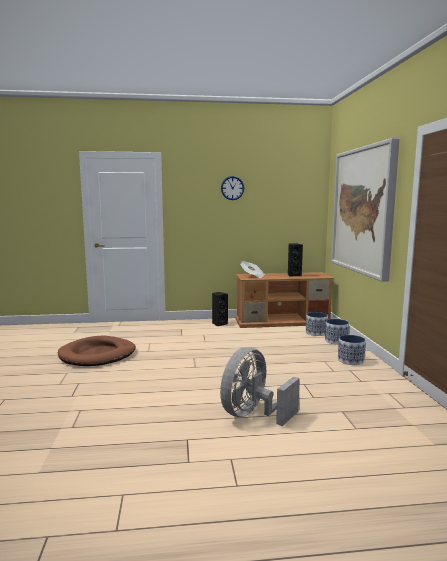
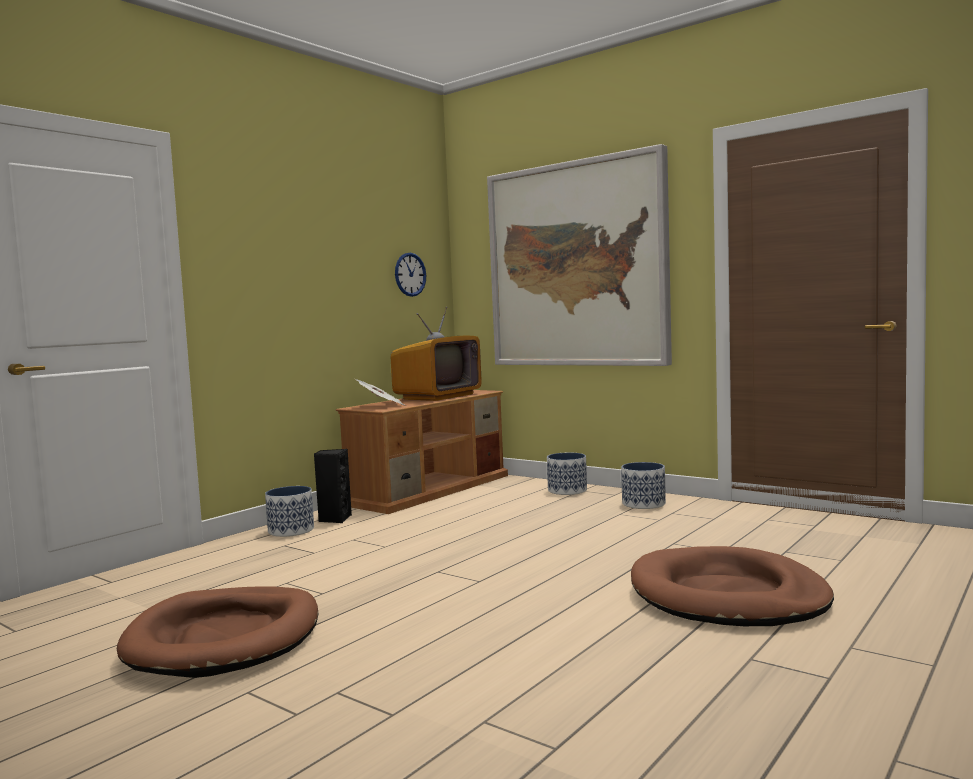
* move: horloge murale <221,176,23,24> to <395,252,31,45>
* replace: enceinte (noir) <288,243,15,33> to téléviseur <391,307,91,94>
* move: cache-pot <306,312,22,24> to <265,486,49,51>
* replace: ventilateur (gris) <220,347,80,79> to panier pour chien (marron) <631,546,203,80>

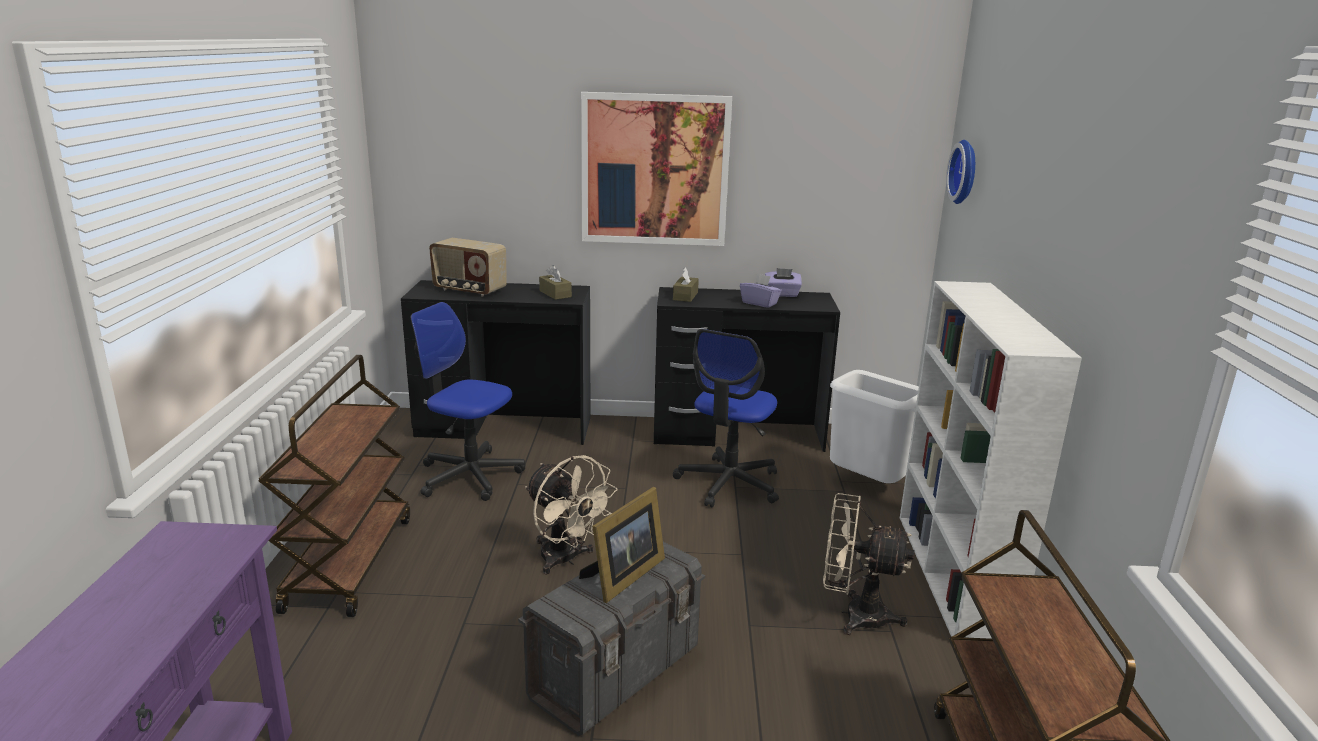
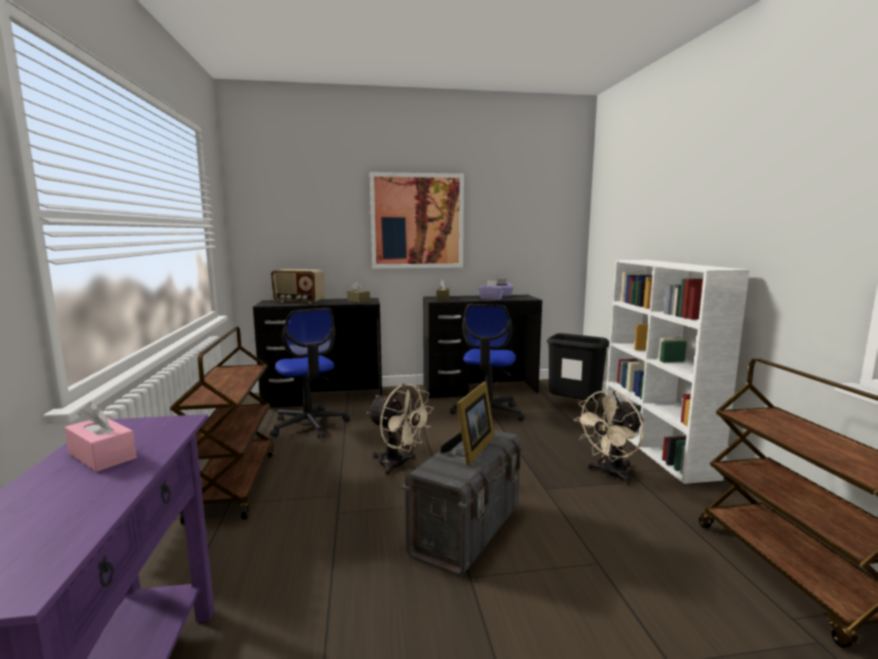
* delete: horloge murale <946,140,29,64>
* rotate: chaise de bureau <411,302,114,199> = <270,308,80,131> 135 degrees counterclockwise
* recolor: poubelle (blanc) <830,370,89,113> to poubelle (noir) <547,333,62,68>
* rotate: ventilateur (beige) <823,493,92,142> = <574,390,70,96> 45 degrees counterclockwise
* insert: boîte à mouchoirs (rose) <65,402,72,70>

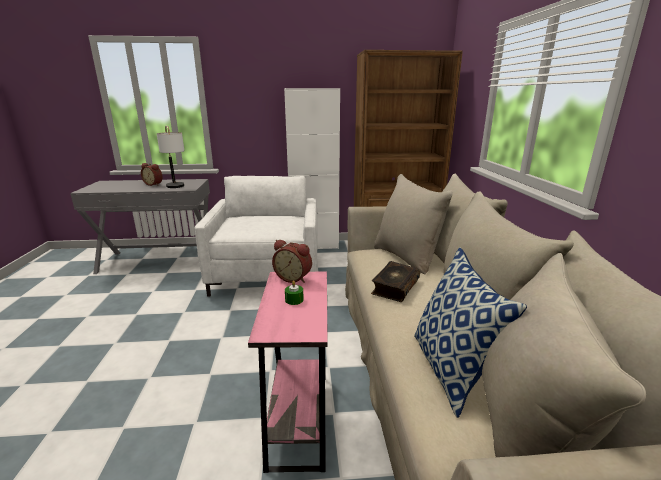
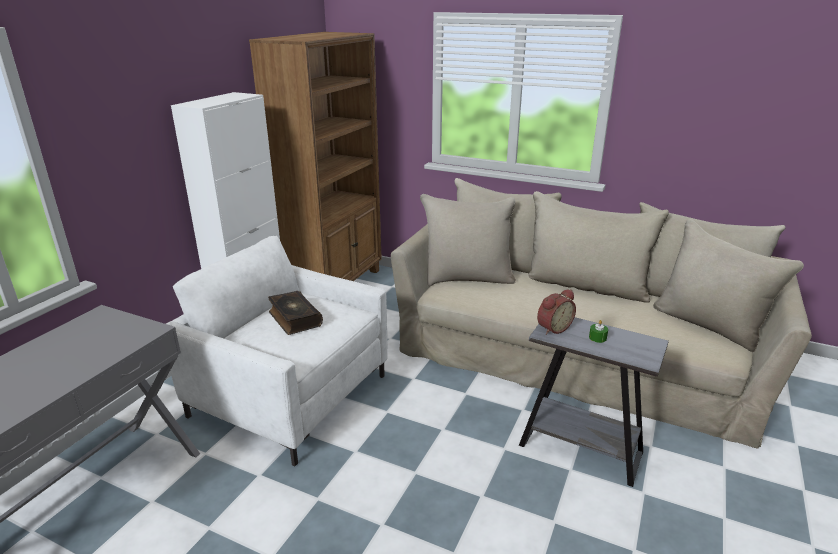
* delete: lampe de table <157,126,27,62>
* delete: réveil <141,163,22,23>
* delete: coussin <414,248,113,170>
* move: livre <371,261,49,41> to <268,291,55,44>
* recolor: table d'appoint (rose) <248,272,80,201> to table d'appoint (gris) <519,317,150,170>

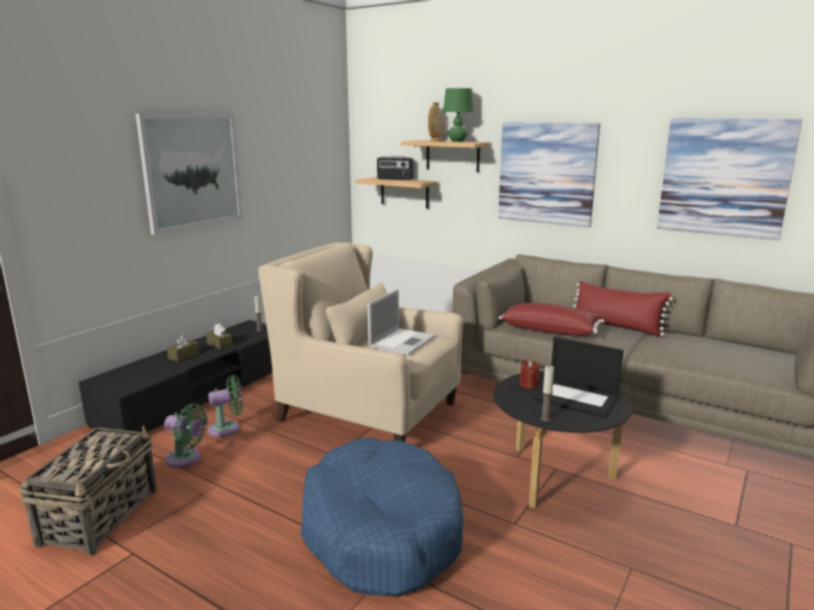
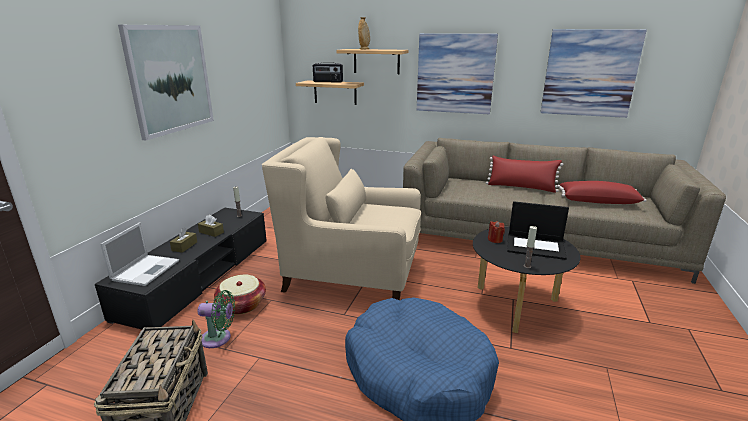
* delete: lampe de table (vert) <443,88,30,54>
* move: ordinateur portable <368,289,67,66> to <100,222,79,64>
* move: coussin (rouge) <499,303,106,33> to <557,181,90,23>
* replace: ventilateur (vert) <208,375,35,62> to panier <214,275,52,39>

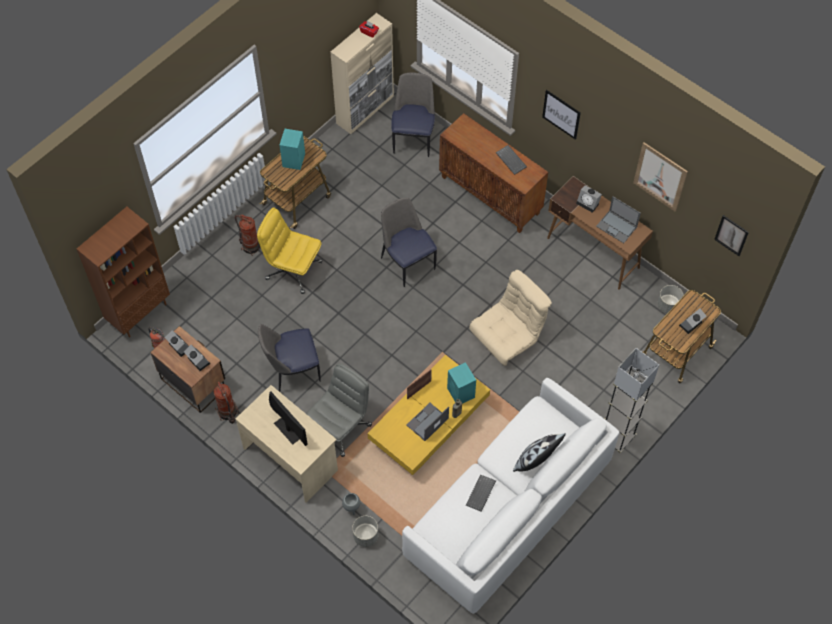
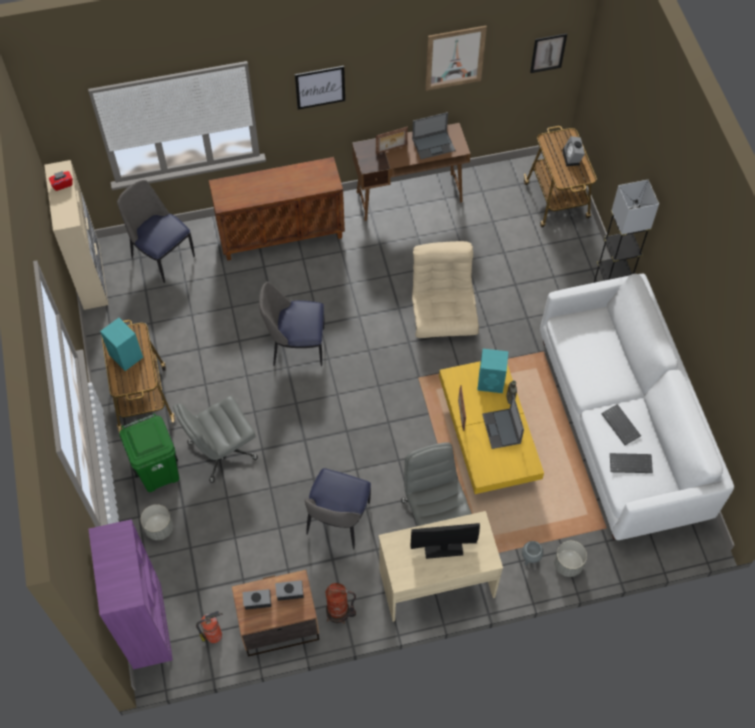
* move: clavier <496,145,31,30> to <610,453,43,20>
* replace: réveil <576,185,26,28> to cadre photo <376,127,32,27>
* recolor: bibliothèque (marron) <77,207,93,130> to bibliothèque (violet) <88,519,85,150>
* recolor: chaise de bureau (jaune) <257,208,66,86> to chaise de bureau (gris) <173,396,85,87>
* replace: extincteur <235,214,25,42> to poubelle (vert) <119,413,60,79>
* move: cache-pot (gris) <657,285,27,29> to <141,504,32,36>
* delete: coussin <513,433,53,39>

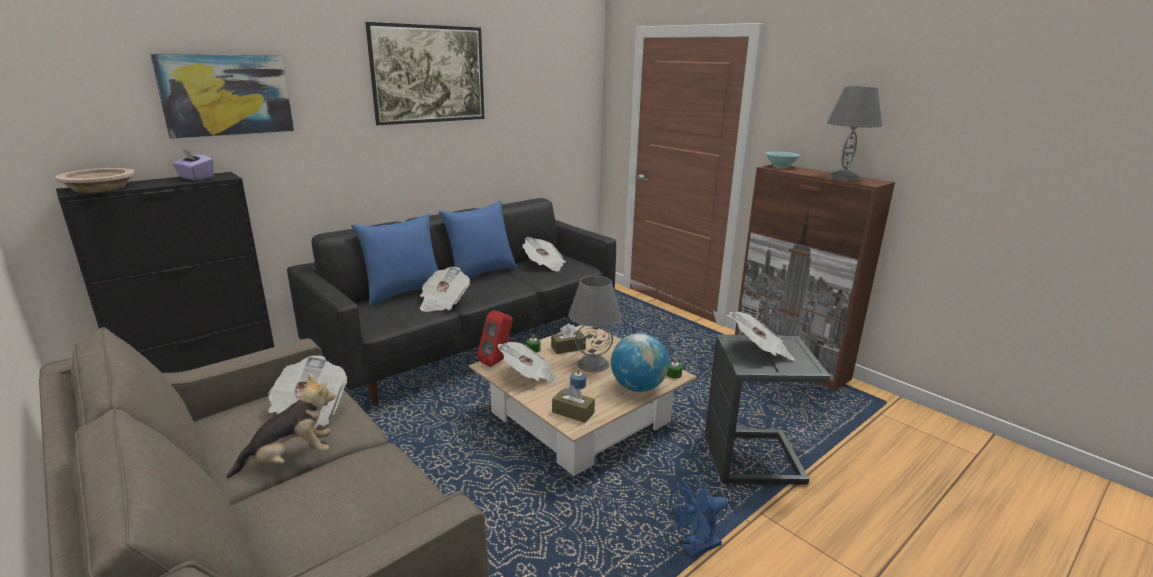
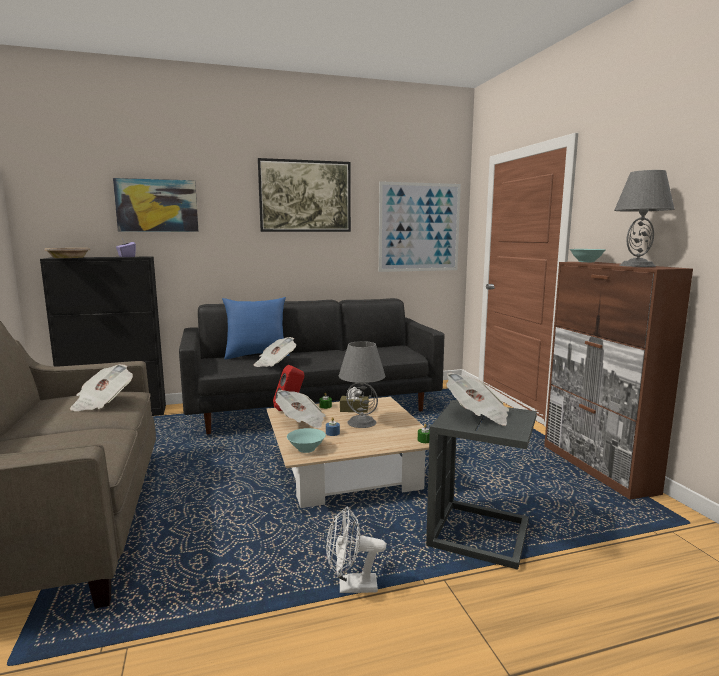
* delete: coussin (bleu) <438,201,79,78>
* delete: journal <522,237,44,35>
* delete: globe <611,333,58,59>
* delete: peluche <227,375,109,104>
* replace: boîte à mouchoirs (marron) <552,385,43,38> to bol (turquoise) <287,428,39,25>
* recolor: ventilateur (bleu) <669,475,59,83> to ventilateur (blanc) <326,507,60,86>
* insert: tableau <379,181,82,91>

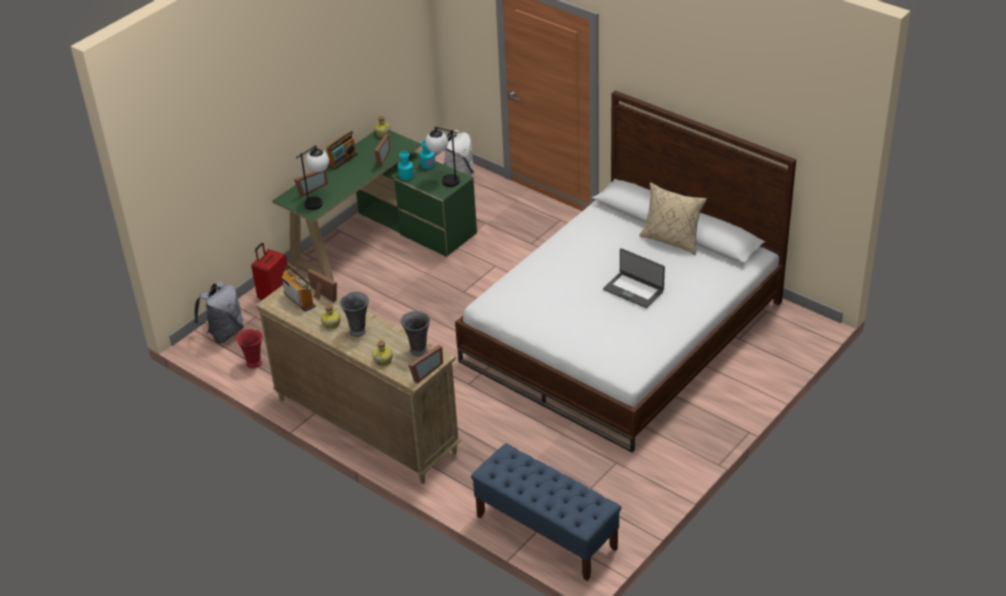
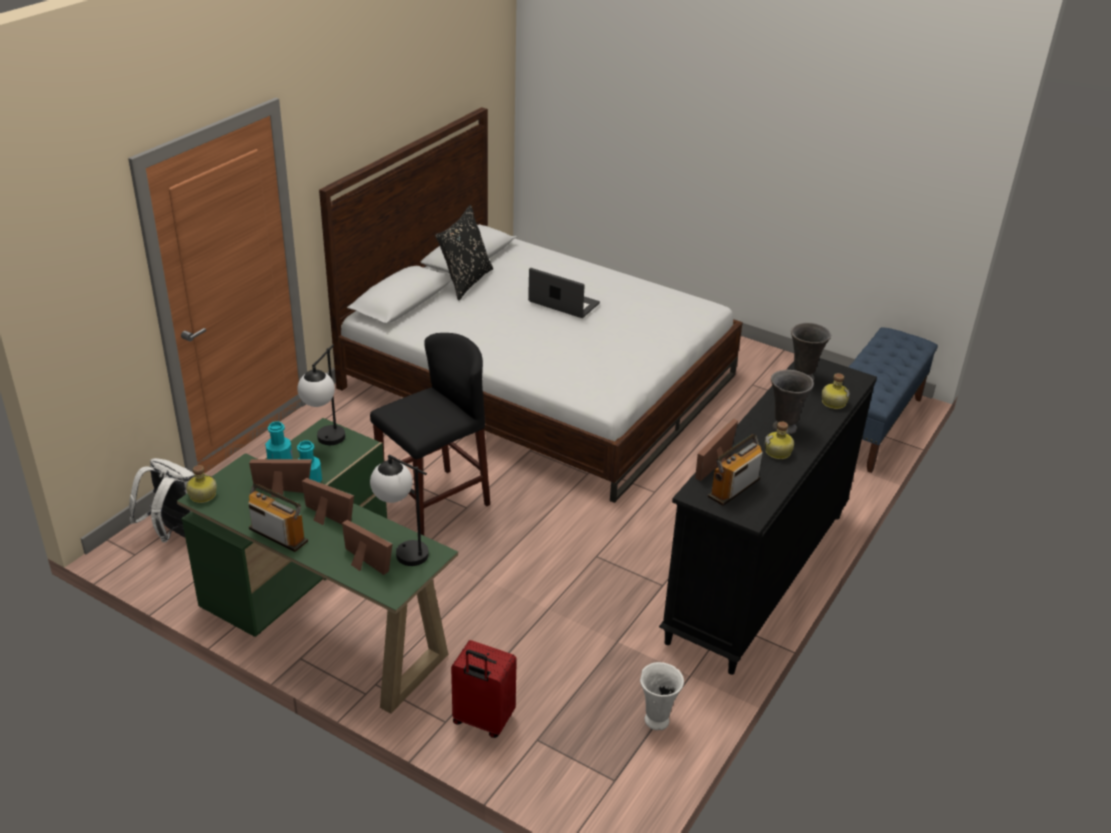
* recolor: coussin (beige) <639,182,68,73> to coussin (noir) <435,205,58,95>
* rotate: ordinateur portable <603,248,62,60> = <528,268,72,50> 90 degrees counterclockwise
* recolor: commode (beige) <256,275,205,209> to commode (noir) <659,358,218,317>
* delete: sac à dos (gris) <194,282,50,61>
* recolor: vase (rouge) <236,329,27,40> to vase (blanc) <640,662,44,68>
* move: cadre photo <408,345,35,39> to <302,478,52,47>
* insert: tabouret (noir) <370,333,120,203>

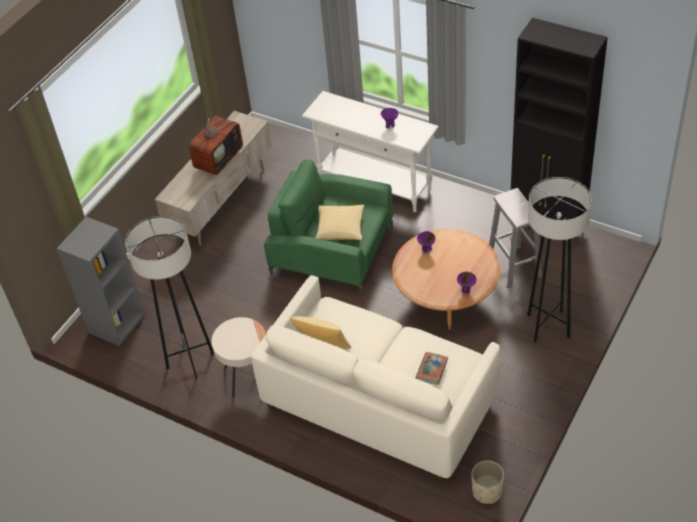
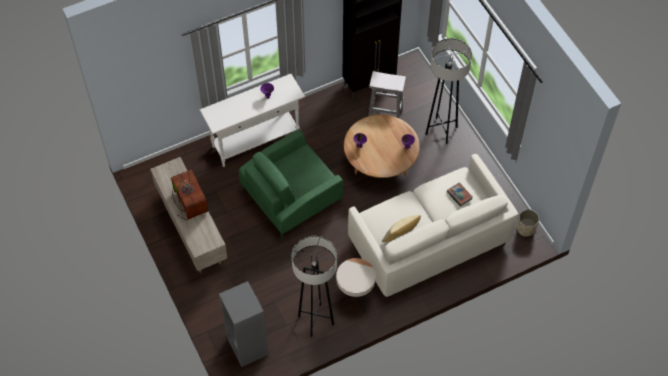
* delete: coussin <315,205,49,35>

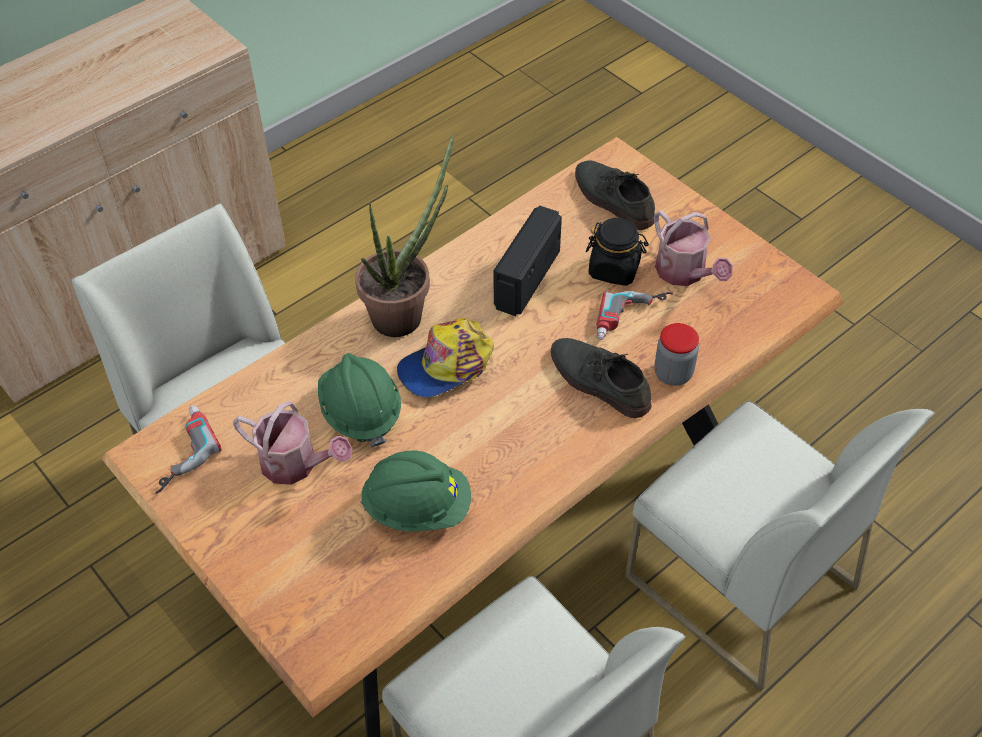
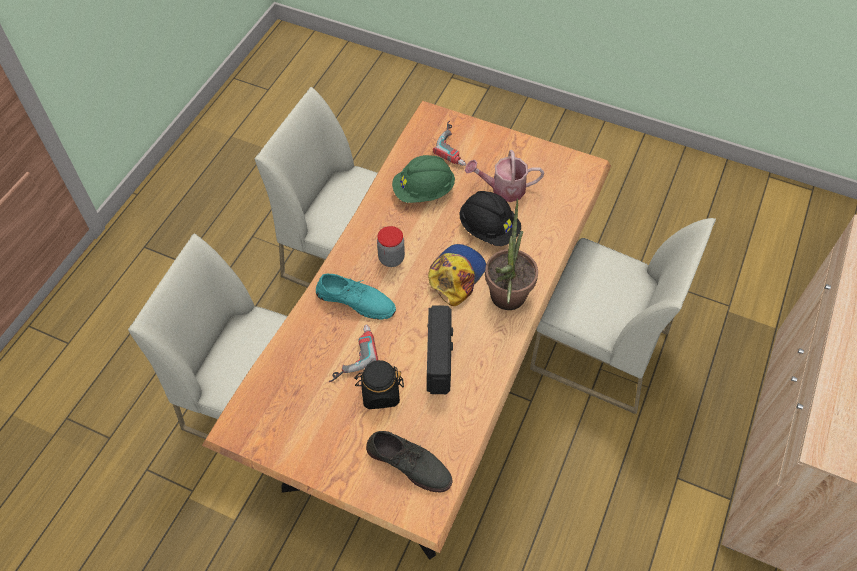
* delete: arrosoir <654,210,79,76>
* move: bocal <654,323,45,63> to <377,226,28,41>
* recolor: chaussure (gris) <551,338,100,80> to chaussure (turquoise) <316,274,80,46>
* recolor: casque de chantier (vert) <318,353,83,94> to casque de chantier (noir) <460,191,61,55>
* move: perceuse <156,405,65,89> to <433,121,33,45>

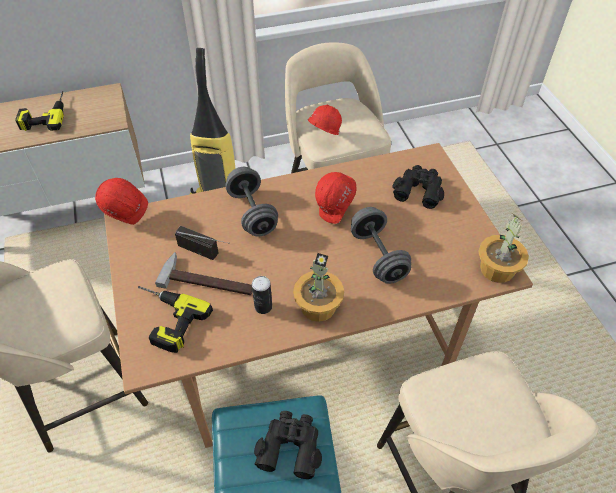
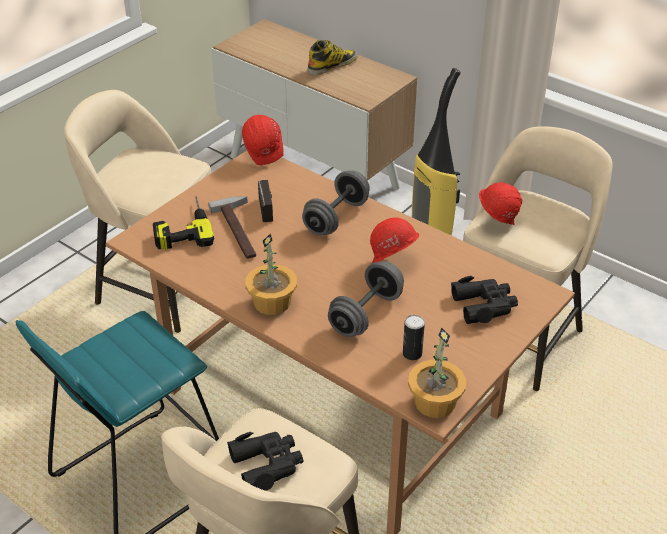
* replace: perceuse <15,91,49,40> to botte <307,40,51,35>
* move: boîte métallique <252,276,20,38> to <403,315,22,45>
* move: jumelles (noir) <254,411,68,68> to <227,432,76,59>

